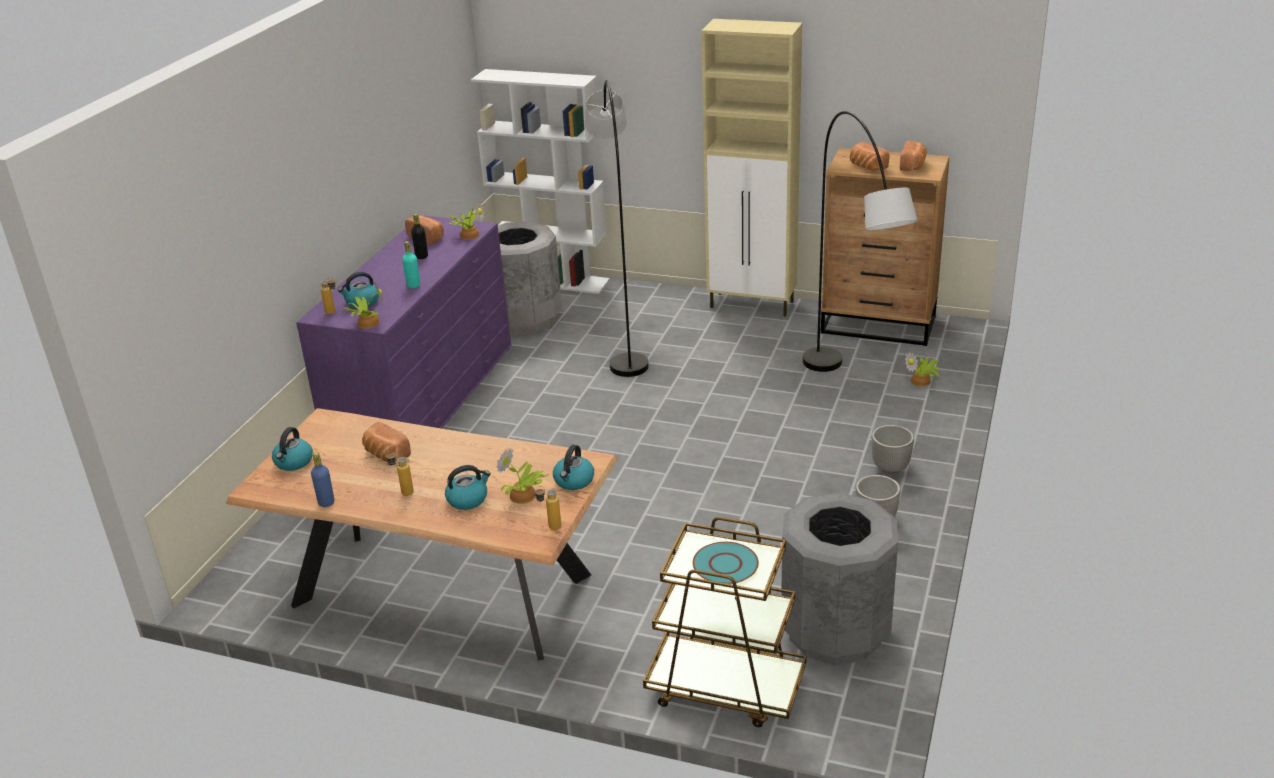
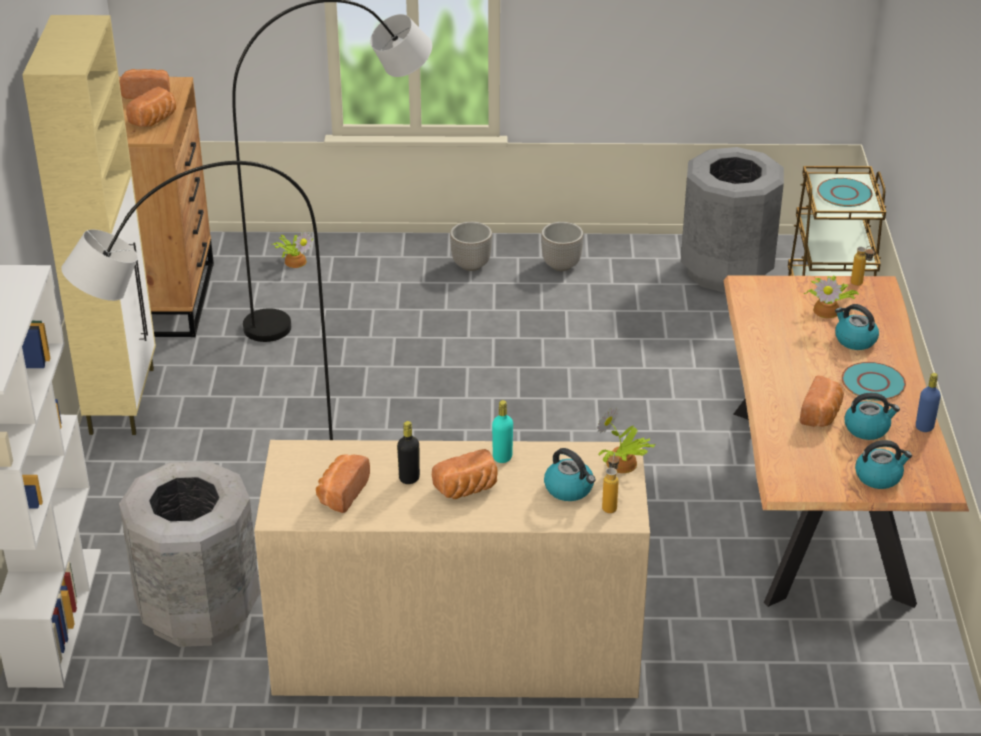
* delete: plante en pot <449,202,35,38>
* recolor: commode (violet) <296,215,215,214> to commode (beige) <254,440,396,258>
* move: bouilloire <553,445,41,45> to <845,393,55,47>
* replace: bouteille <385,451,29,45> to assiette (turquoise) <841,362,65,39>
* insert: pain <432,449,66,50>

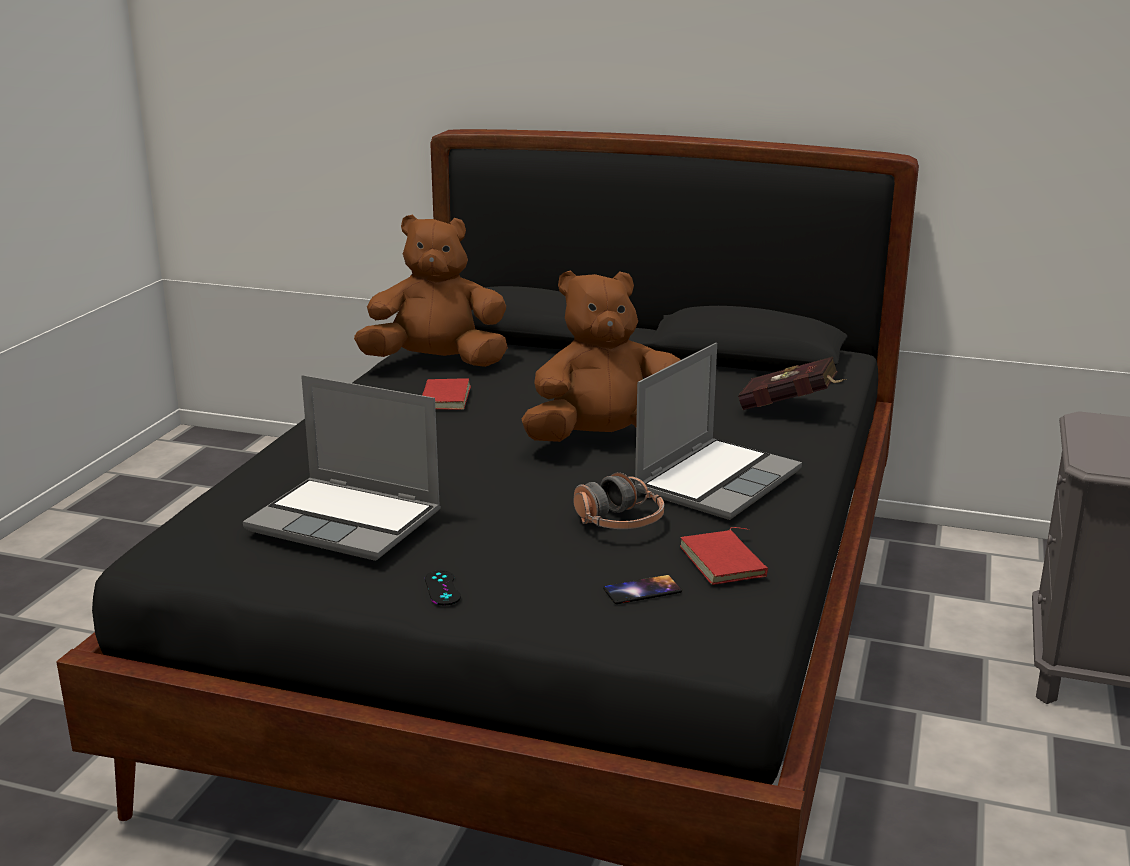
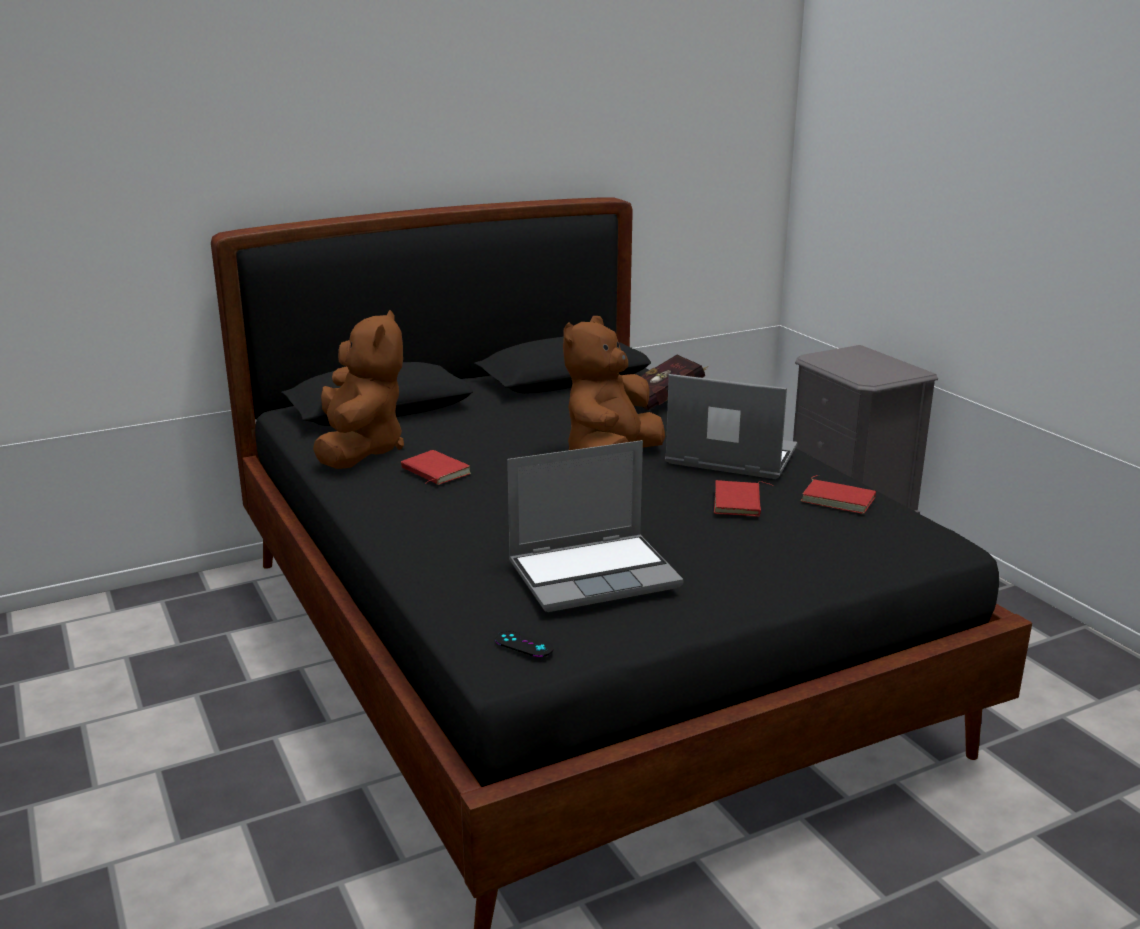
* rotate: peluche (marron) <354,215,154,152> = <313,310,91,159> 135 degrees clockwise
* rotate: ordinateur portable <635,343,167,177> = <665,374,132,105> 60 degrees counterclockwise
* replace: casque audio <573,472,91,57> to livre (rouge) <714,480,59,37>
* move: manette (noir) <425,570,36,36> to <495,631,59,26>
* delete: téléphone <603,575,79,29>

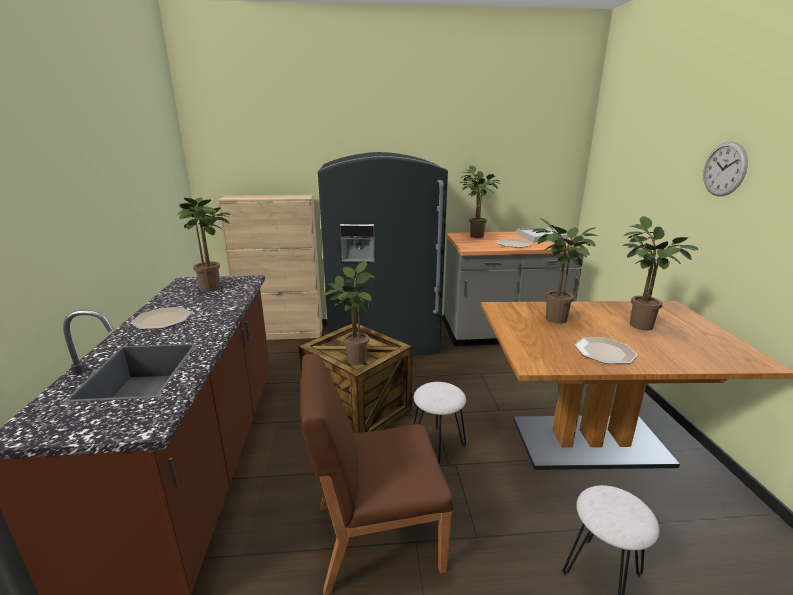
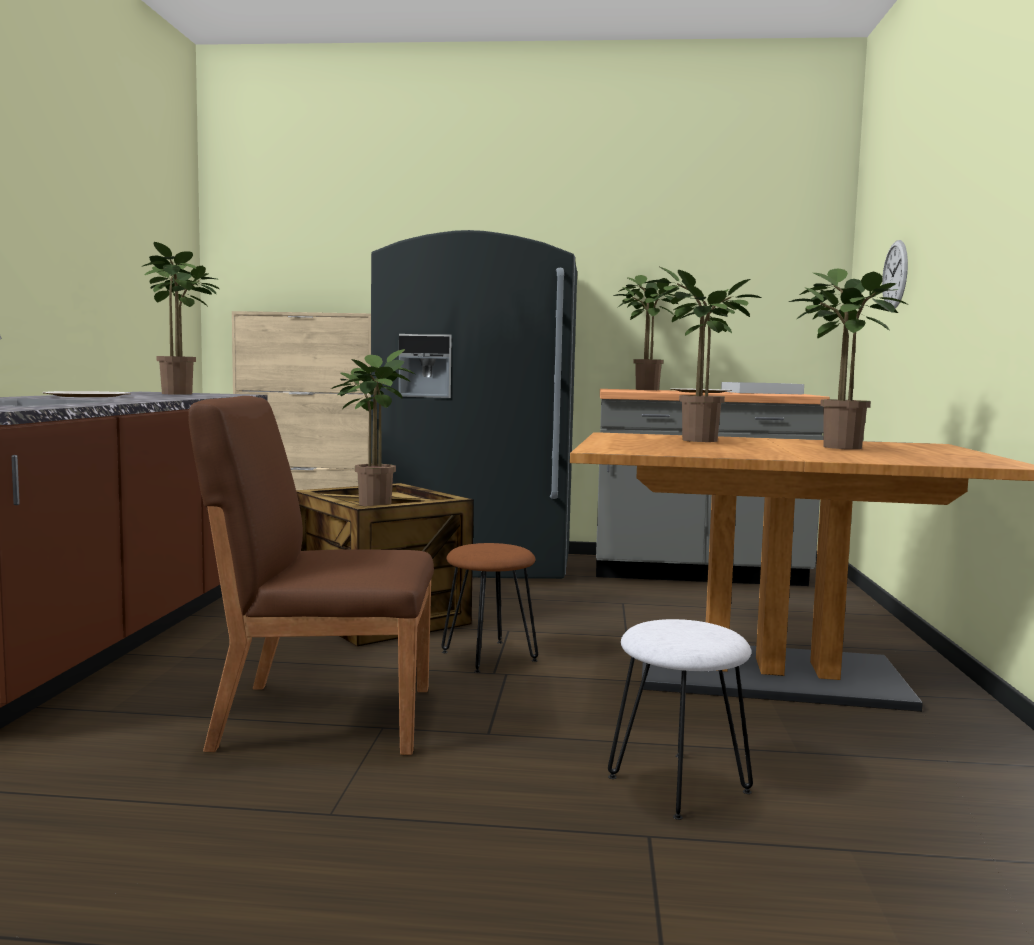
* move: horloge murale <703,141,45,55> to <882,240,26,69>
* delete: assiette <574,337,63,27>
* recolor: tabouret (blanc) <413,382,53,84> to tabouret (marron) <441,543,97,130>

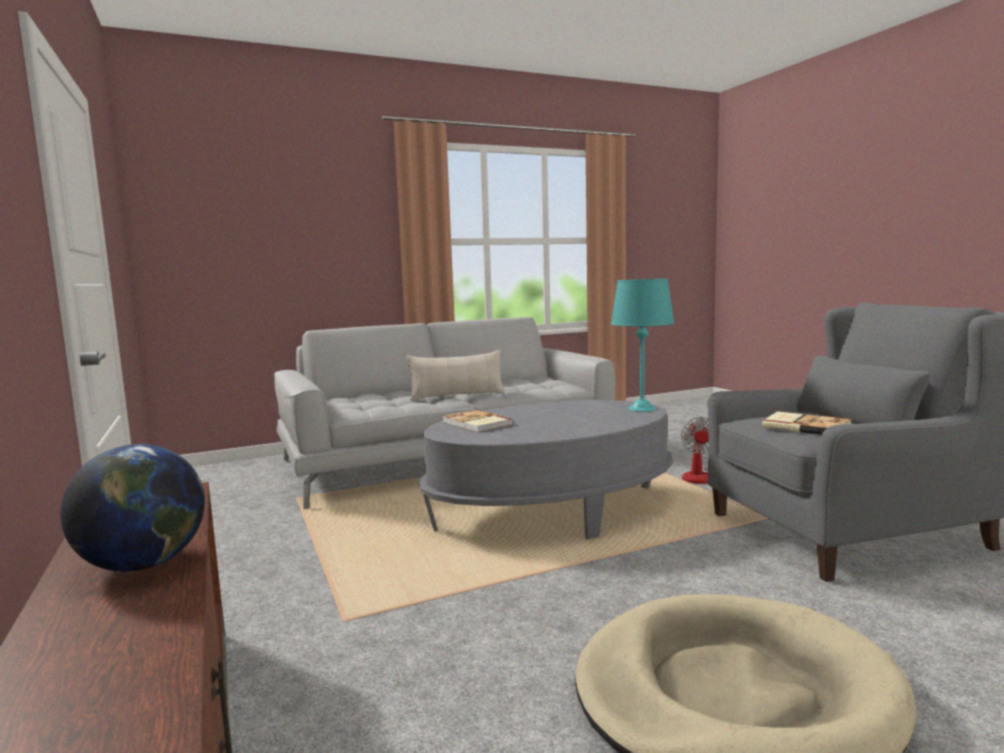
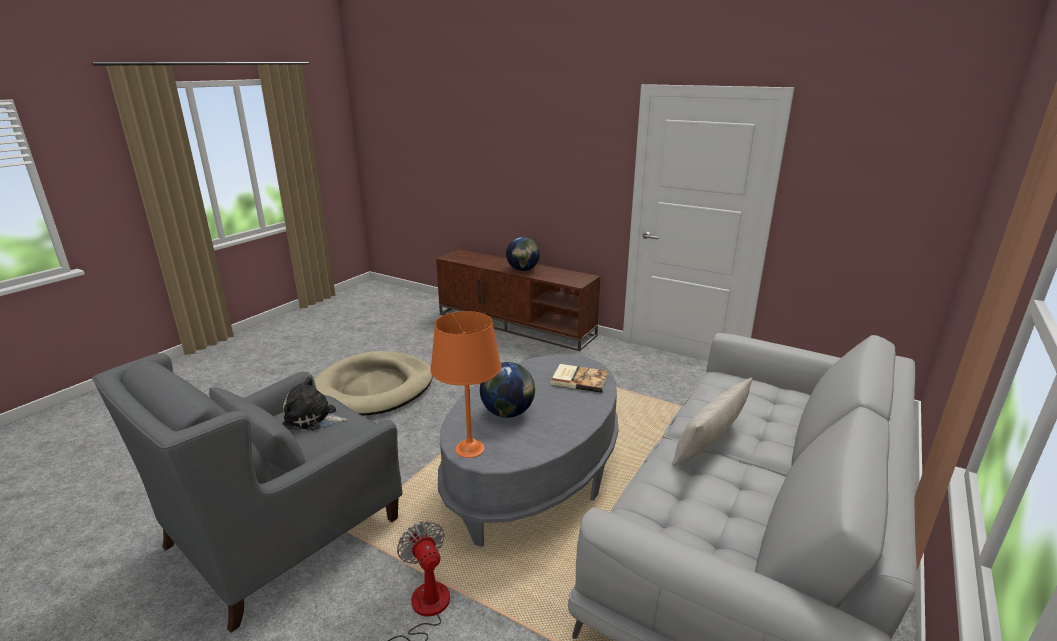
* recolor: lampe de table (turquoise) <611,279,63,133> to lampe de table (orange) <430,311,71,147>
* replace: livre <762,411,90,24> to peluche <283,376,64,55>
* insert: globe <480,362,55,56>

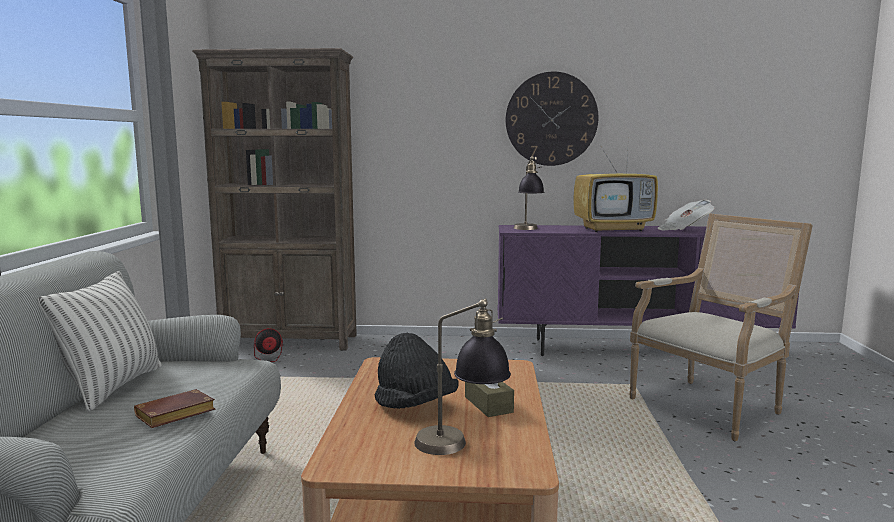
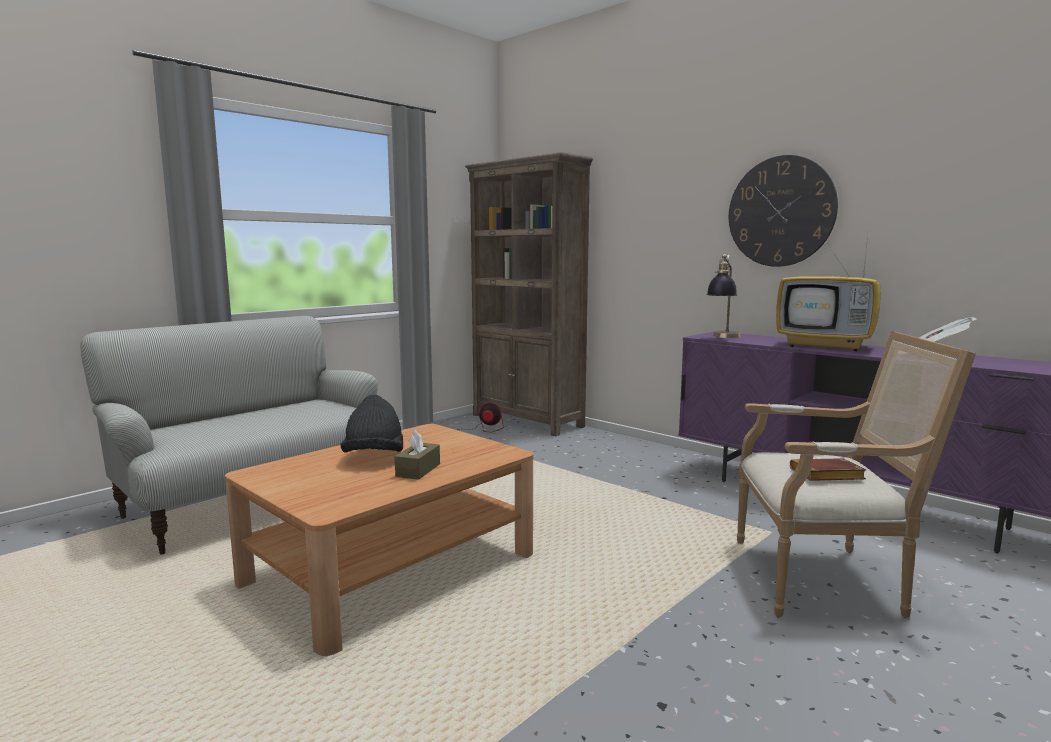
* delete: coussin <37,271,125,141>
* delete: lampe de table <414,298,97,157>
* move: livre (marron) <134,389,81,39> to <790,458,77,23>

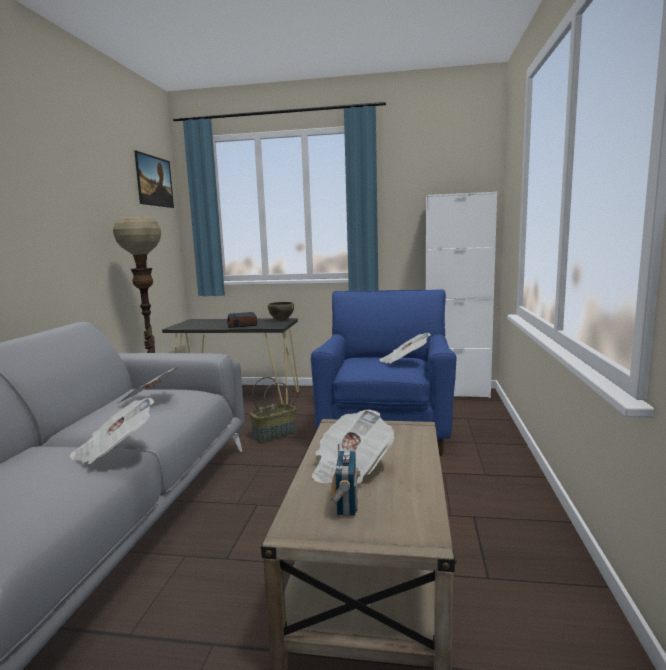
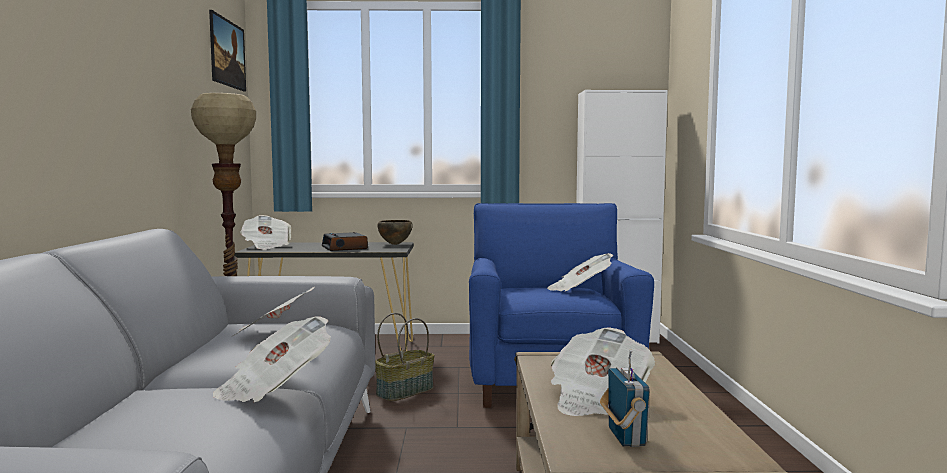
* insert: journal <240,215,51,35>

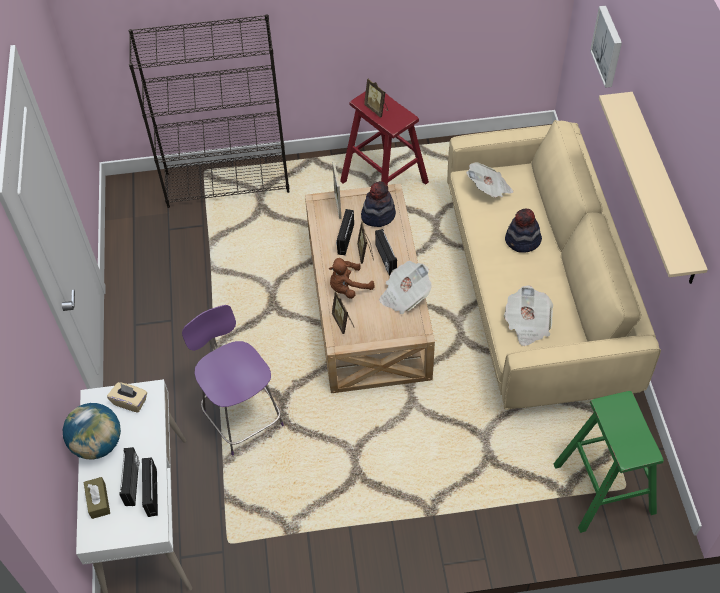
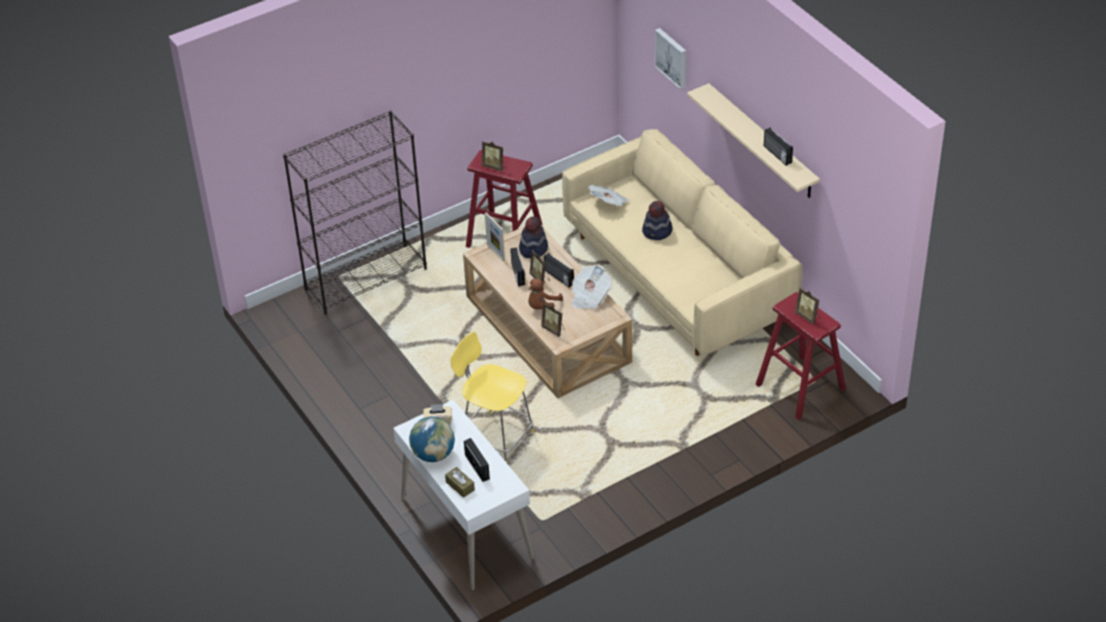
* delete: journal <504,286,49,60>
* recolor: tabouret (violet) <182,305,102,151> to tabouret (jaune) <450,332,84,131>
* recolor: tabouret (vert) <554,391,110,142> to tabouret (rouge) <755,292,91,128>
* move: radio <142,457,16,60> to <764,127,29,39>
* insert: cadre photo <795,288,24,36>

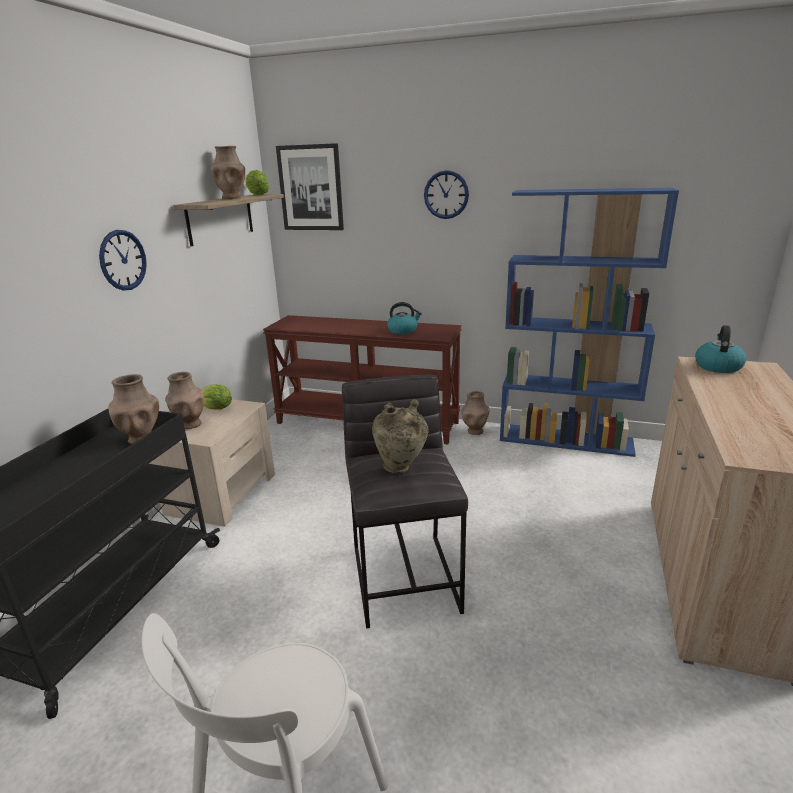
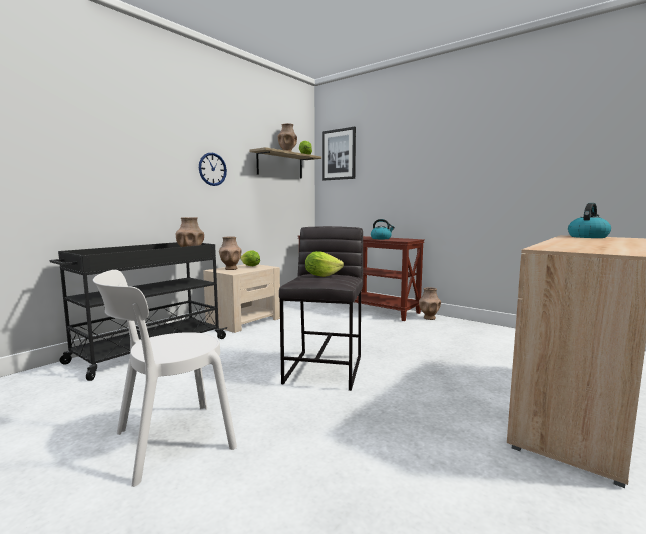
* delete: horloge murale <424,170,45,49>
* delete: bibliothèque (bleu) <500,188,179,269>
* replace: vase (beige) <372,399,57,74> to laitue <305,251,39,26>

